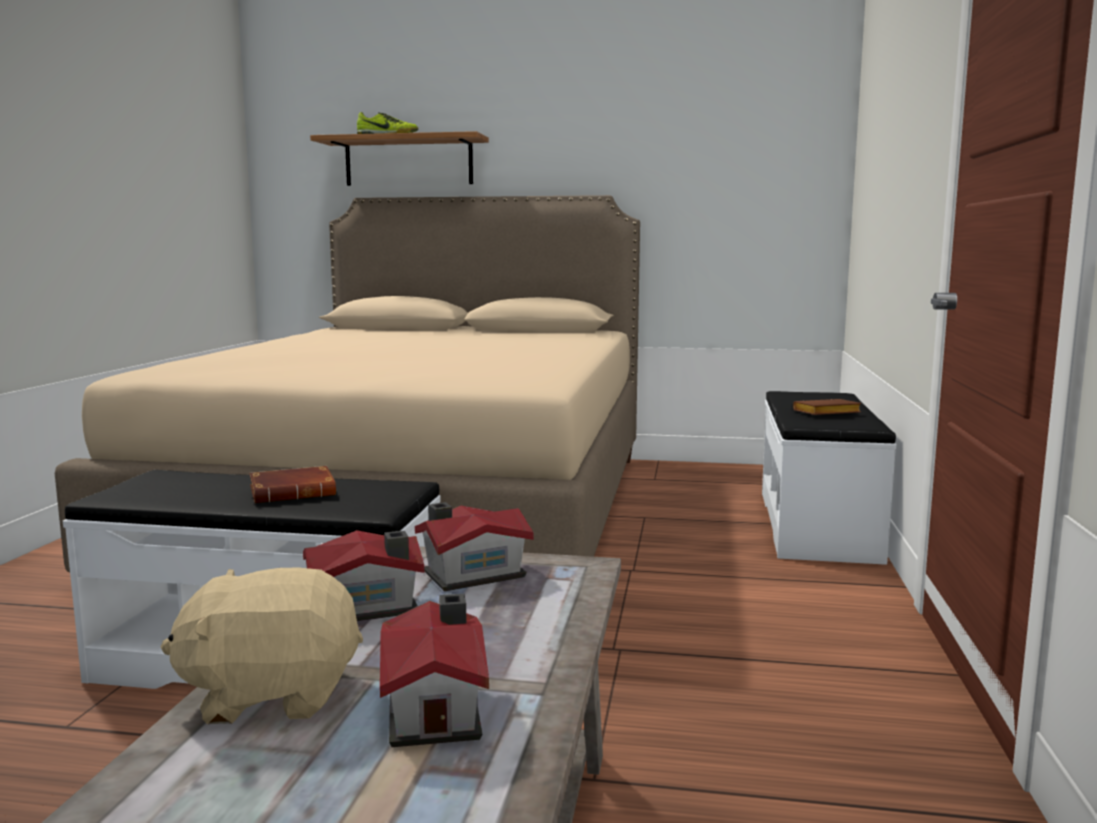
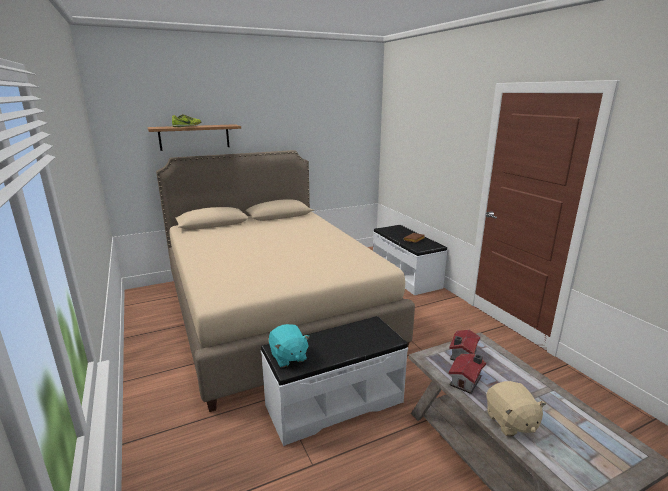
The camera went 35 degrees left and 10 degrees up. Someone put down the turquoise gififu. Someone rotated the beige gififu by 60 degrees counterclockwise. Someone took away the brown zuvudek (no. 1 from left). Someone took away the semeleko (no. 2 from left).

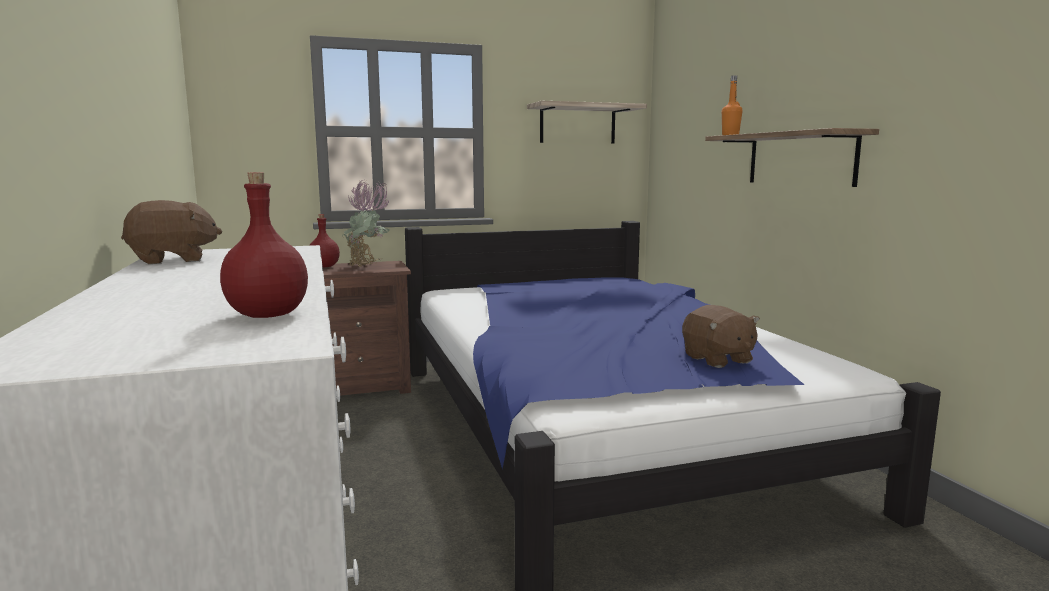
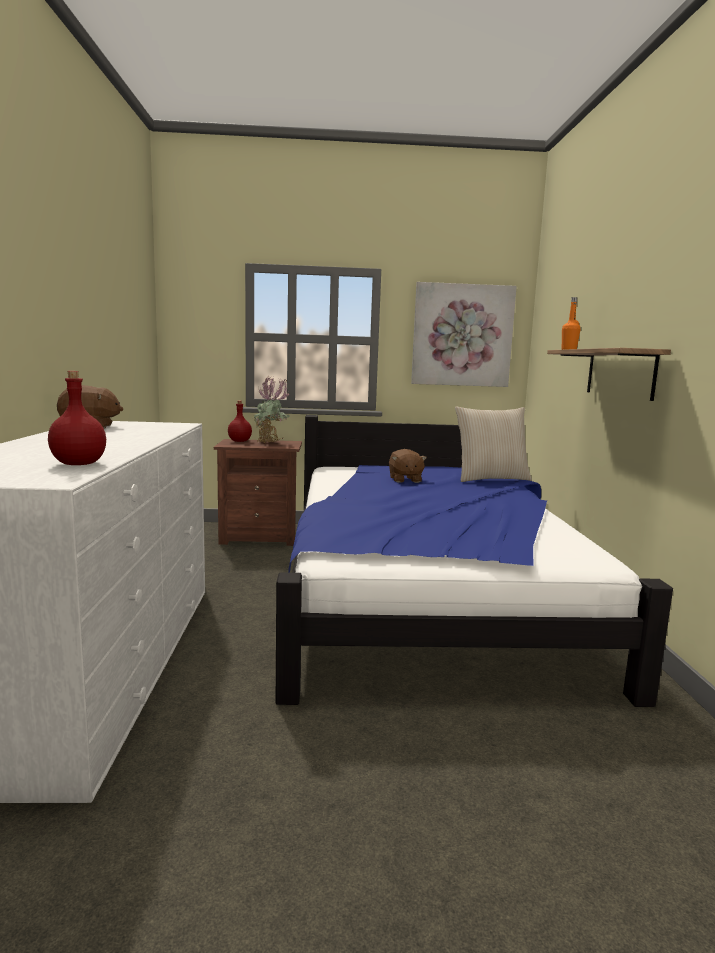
The camera went 15 degrees right and 0 degrees up. Someone carried the brown gififu (no. 2 from left). Someone swapped the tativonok (no. 1 from left) for the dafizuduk. Someone put down the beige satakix.

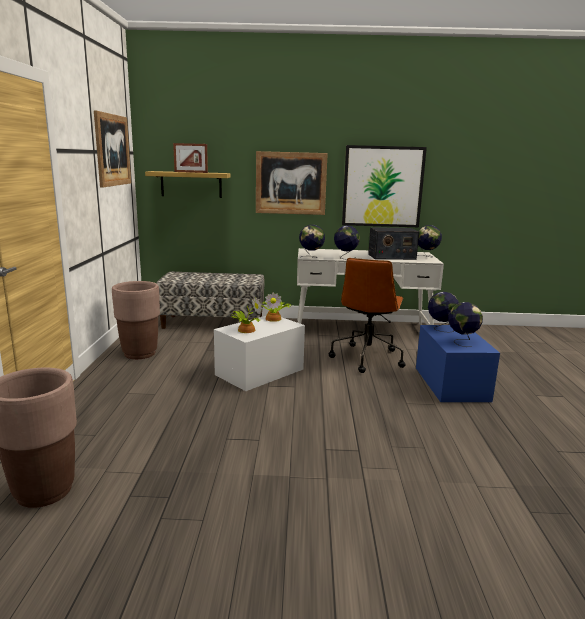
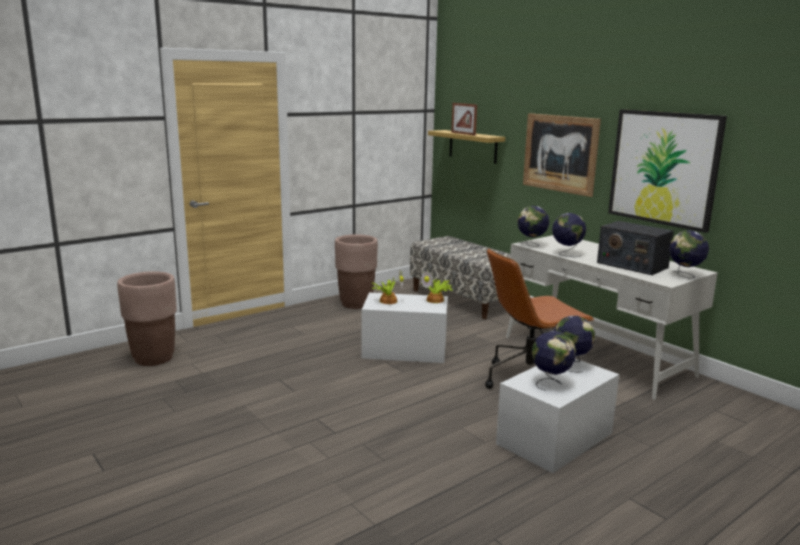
The camera went 50 degrees right and 0 degrees up. Someone repainted the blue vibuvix, which became the white vibuvix (no. 2 from left). Someone took away the dafizuduk (no. 1 from left).

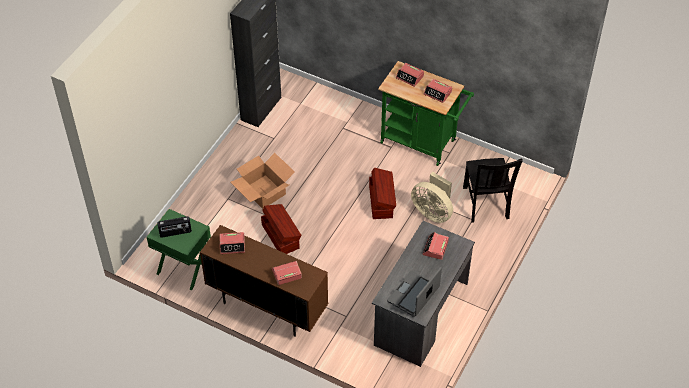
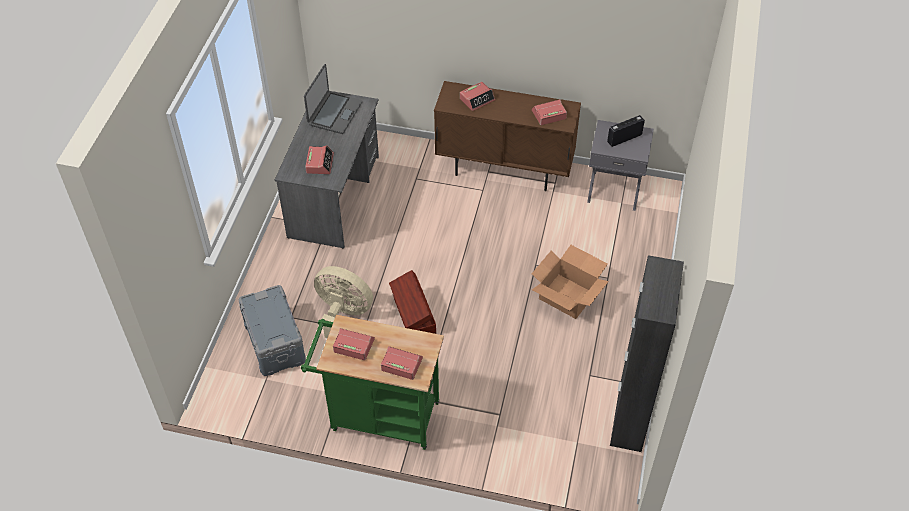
The camera went 165 degrees right and 0 degrees up. Someone swapped the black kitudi for the grey vibuvix. Someone repainted the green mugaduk, which became the grey mugaduk. Someone took away the brown vibuvix (no. 1 from left).

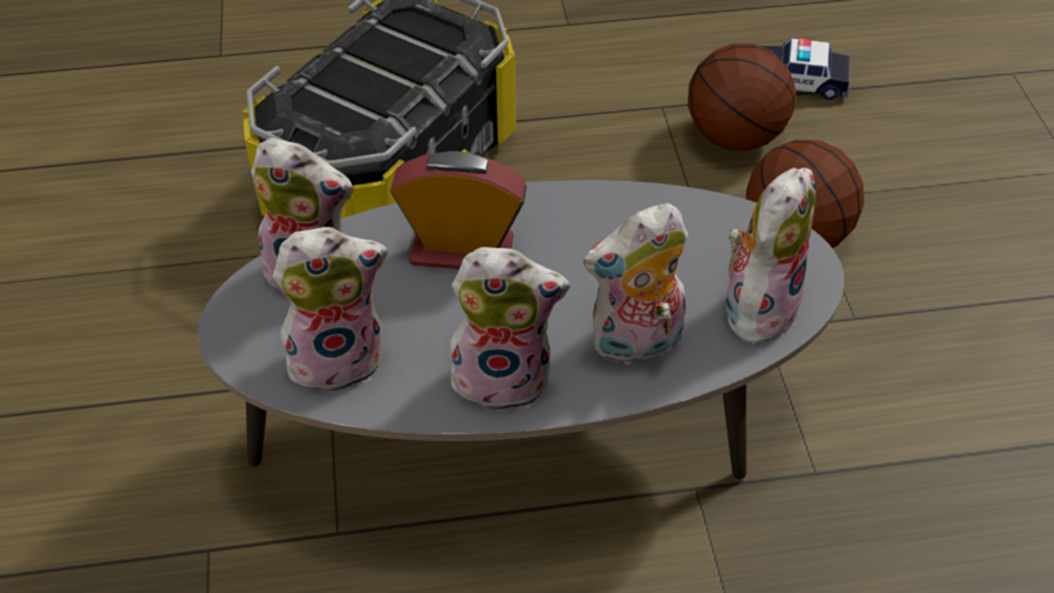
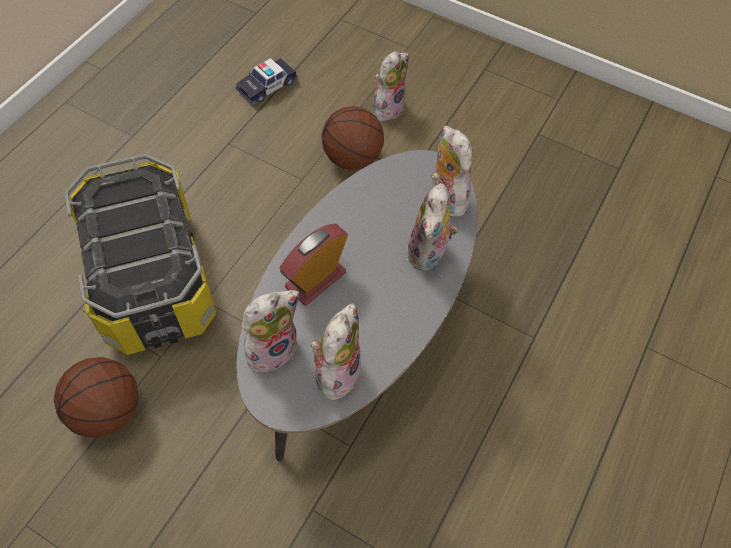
The camera went 55 degrees left and 10 degrees up. Someone carried the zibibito (no. 1 from left). Someone carried the gififu (no. 3 from left).

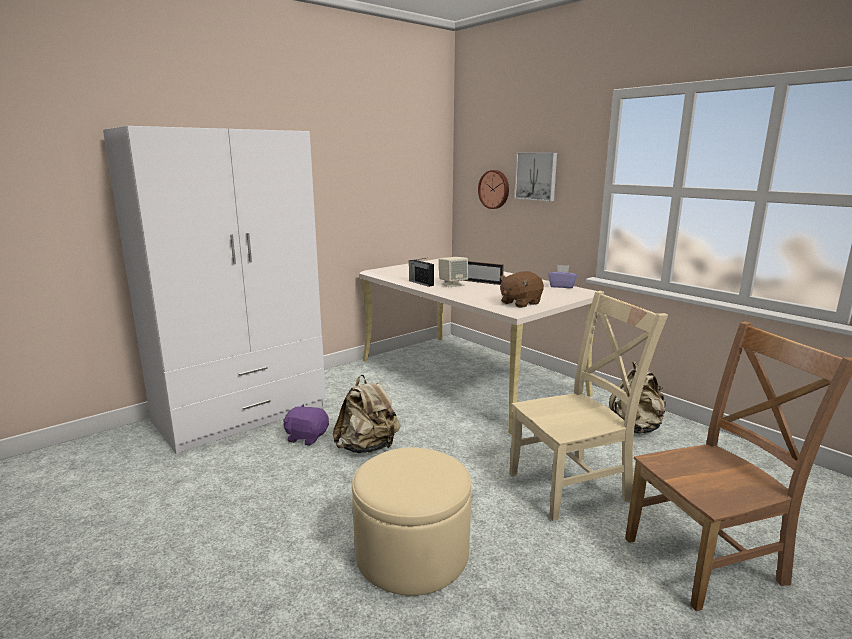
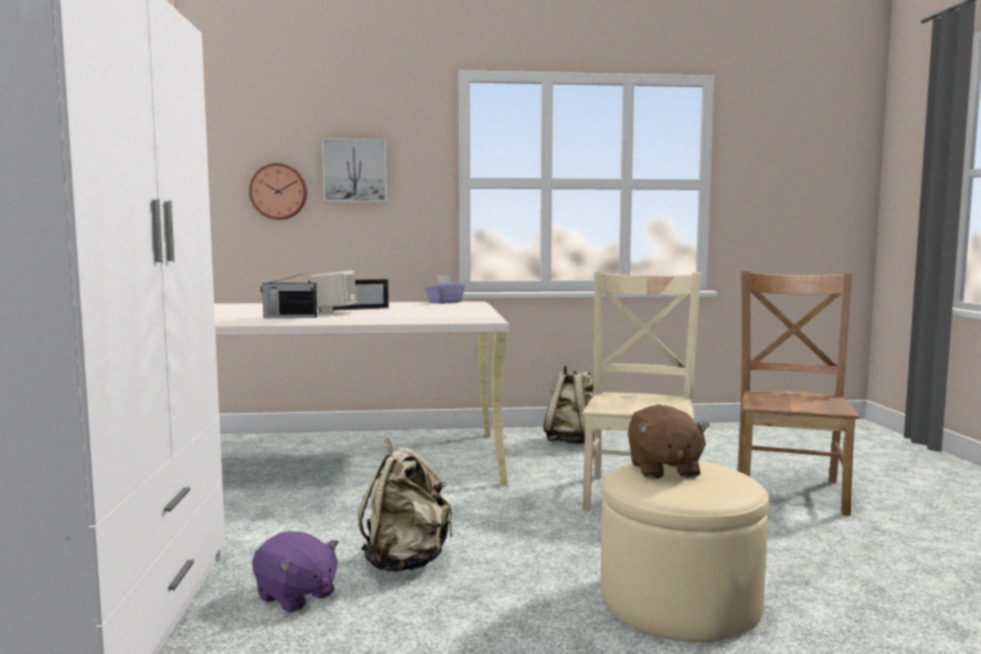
The camera went 55 degrees left and 10 degrees down. Someone rotated the purple gififu by 105 degrees counterclockwise. Someone carried the brown gififu.

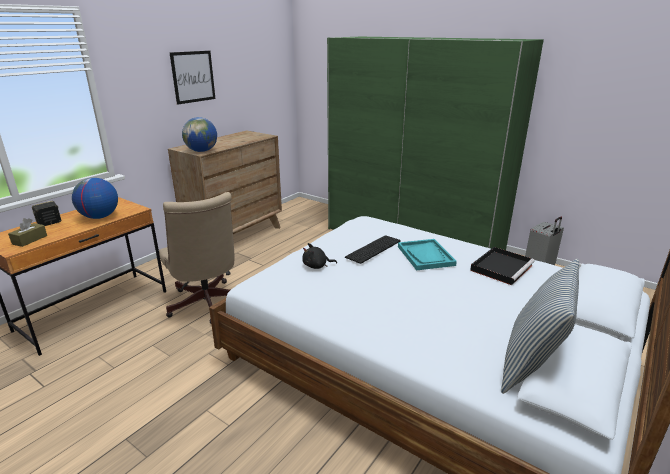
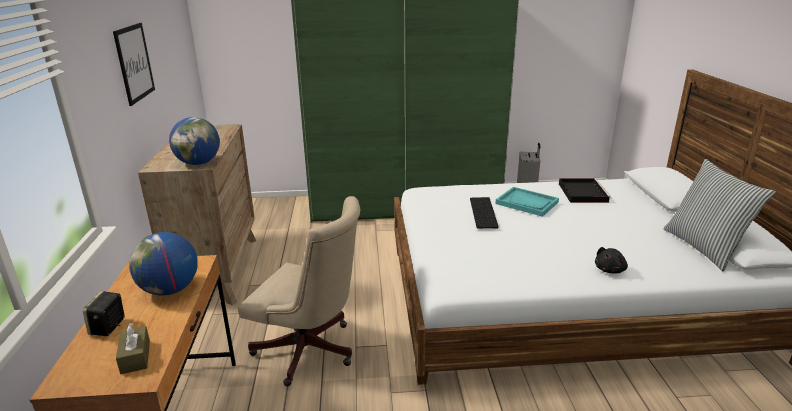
The camera went 40 degrees left and 0 degrees up. Someone carried the black gififu.

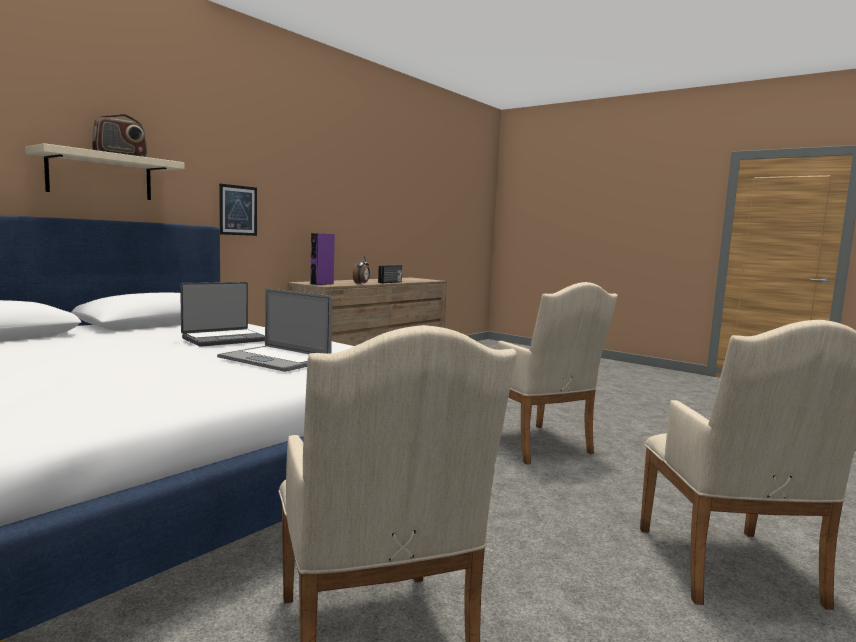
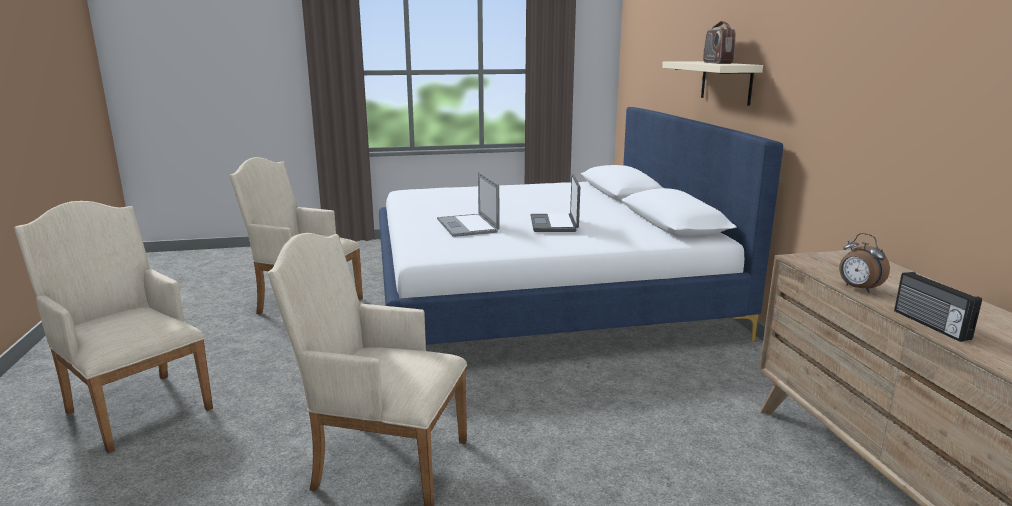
The camera went 130 degrees right and 10 degrees up. Someone rotated the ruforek (no. 2 from left in the first image) by 90 degrees counterclockwise. Someone took away the dafizuduk. Someone took away the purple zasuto.

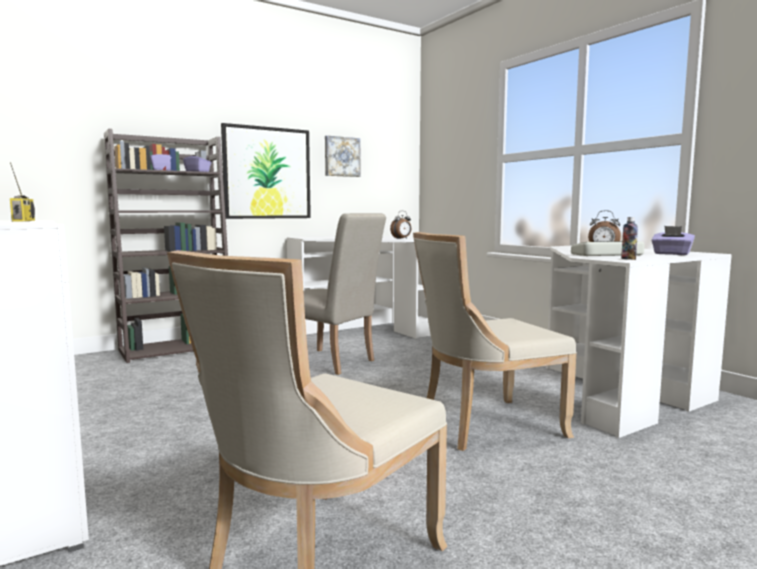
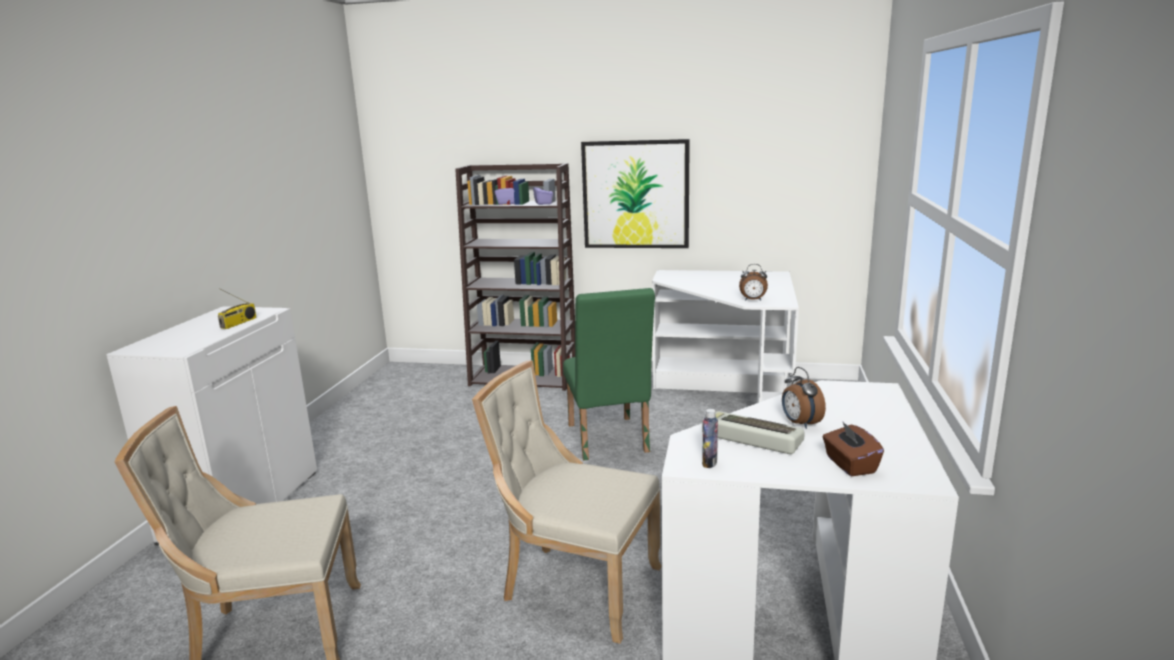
The camera went 45 degrees right and 10 degrees up. Someone repainted the beige kitudi (no. 2 from left), which became the green kitudi. Someone repainted the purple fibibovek (no. 3 from left), which became the brown fibibovek. Someone took away the dafizuduk (no. 2 from left).

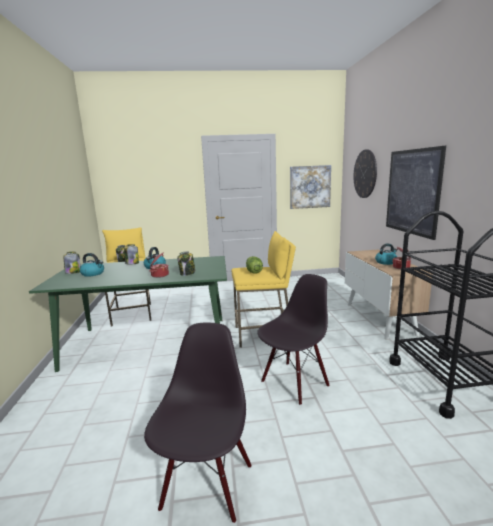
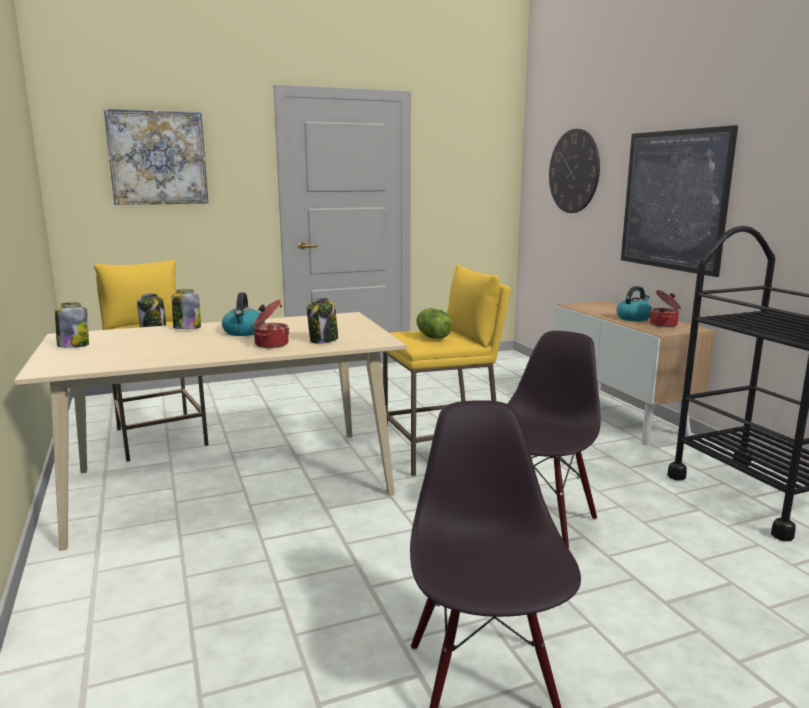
The camera went 15 degrees left and 0 degrees up. Someone repainted the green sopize, which became the beige sopize. Someone carried the dafizuduk (no. 1 from left). Someone took away the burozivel (no. 1 from left).

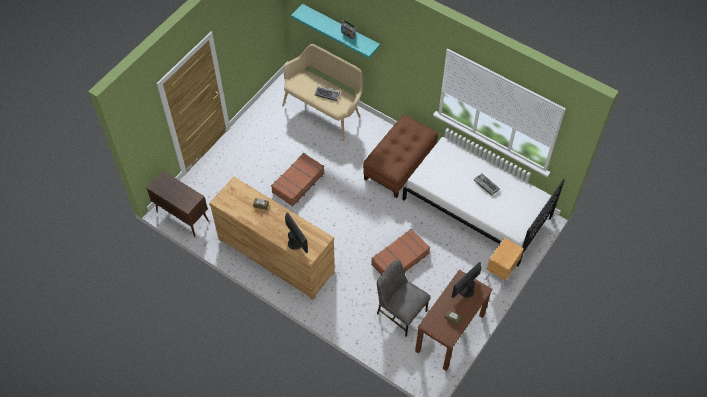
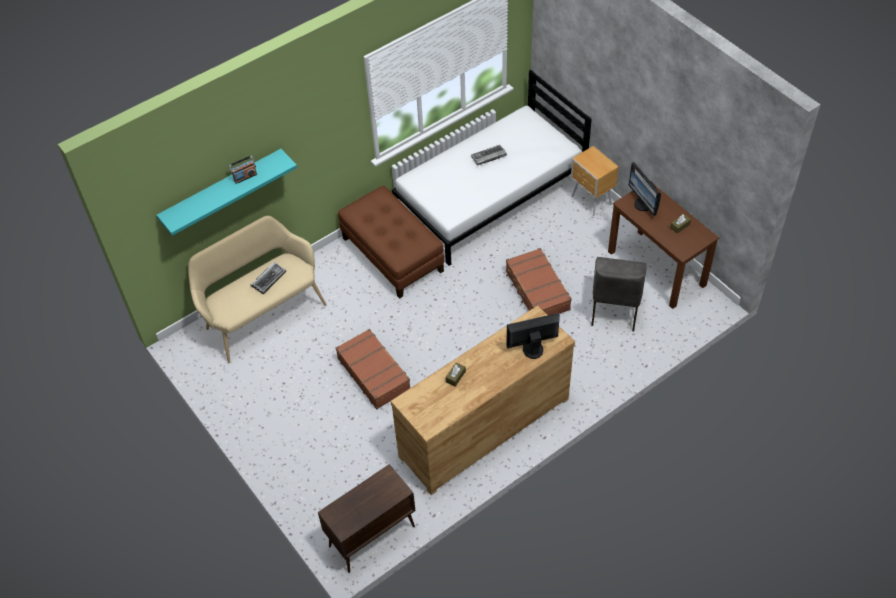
The camera went 70 degrees left and 5 degrees down. Someone rotated the grey kitudi by 45 degrees counterclockwise.

